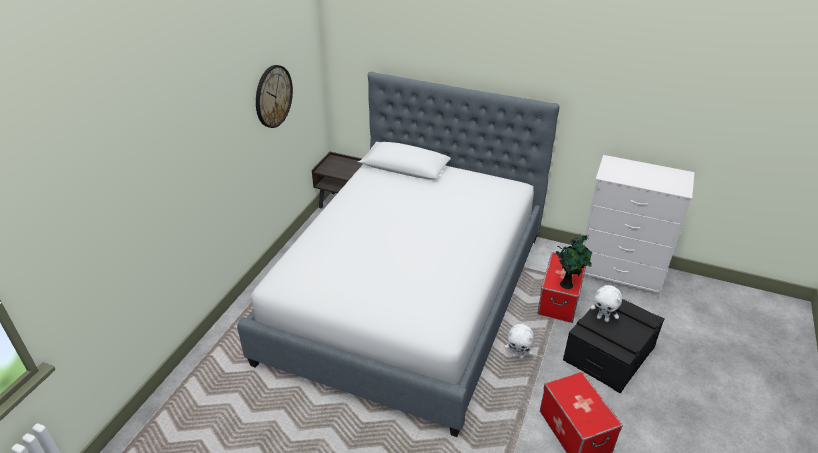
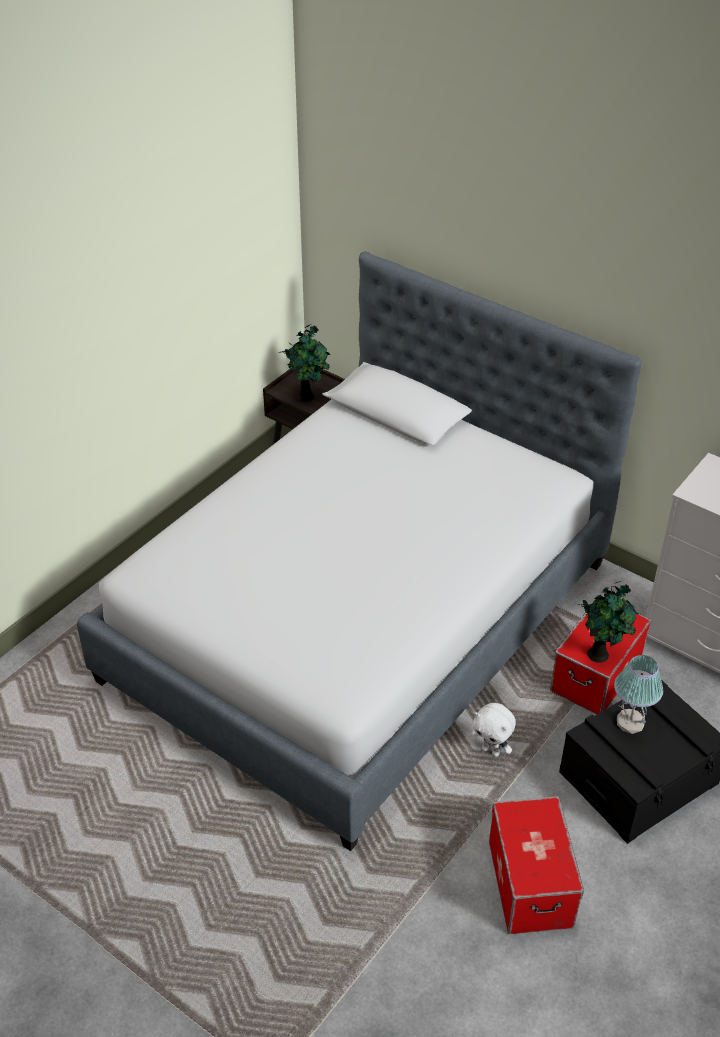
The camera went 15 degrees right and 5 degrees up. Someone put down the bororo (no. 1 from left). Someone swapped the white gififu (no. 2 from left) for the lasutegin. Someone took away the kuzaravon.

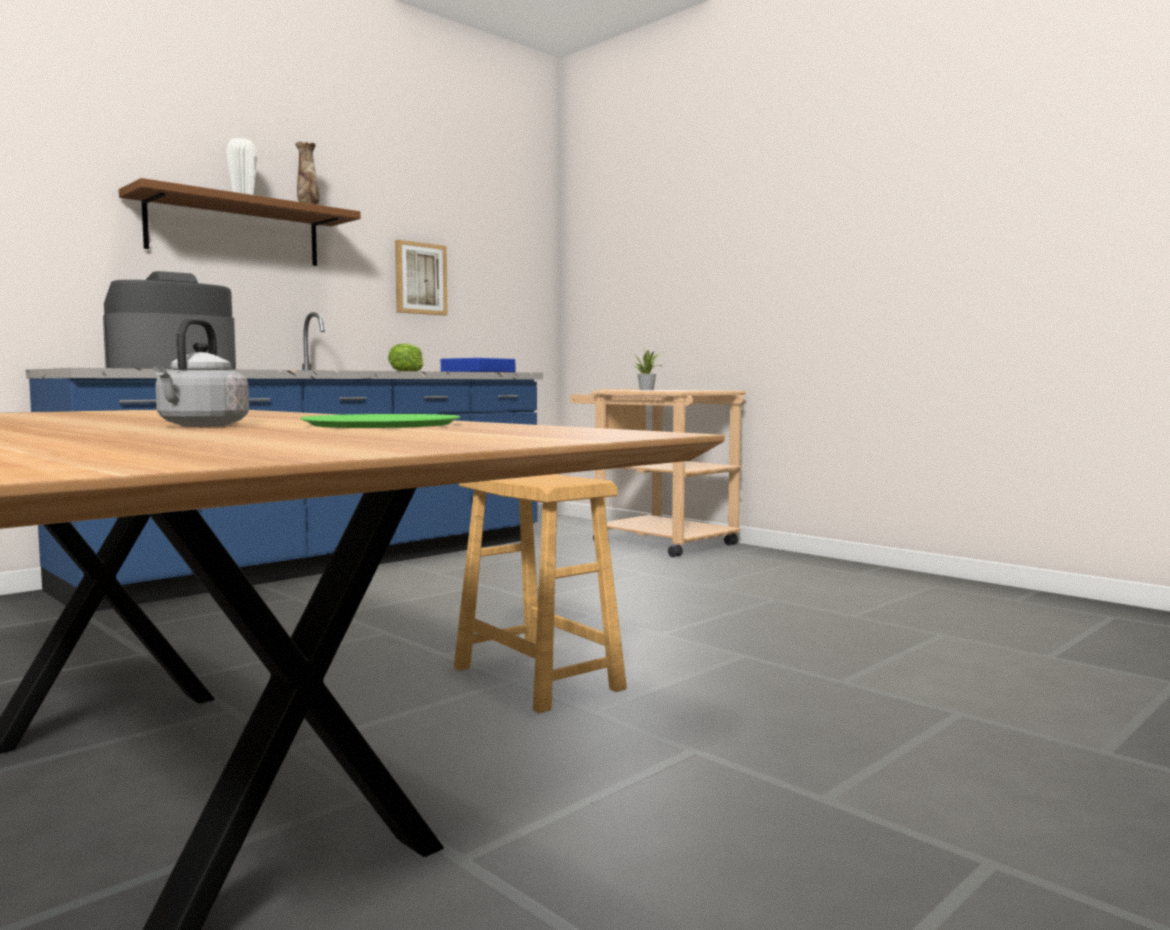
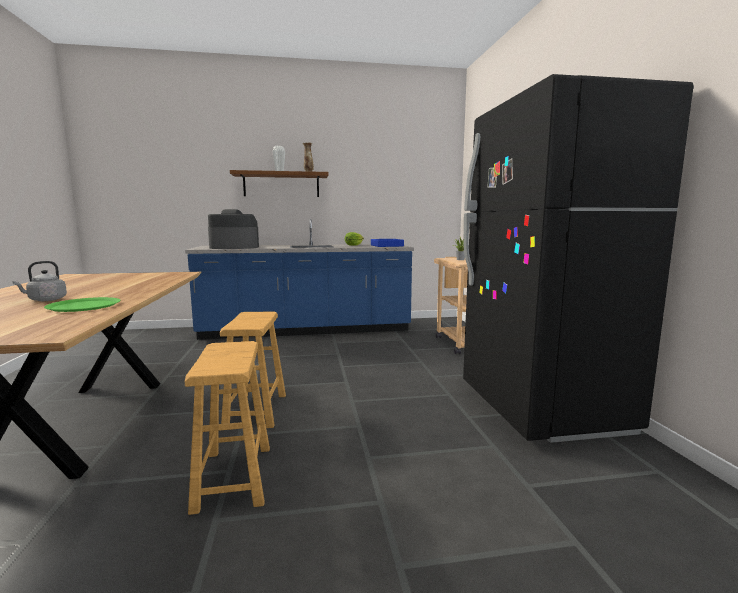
The camera went 35 degrees right and 5 degrees up. Someone put down the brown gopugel (no. 1 from left). Someone put down the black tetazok. Someone took away the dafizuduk.

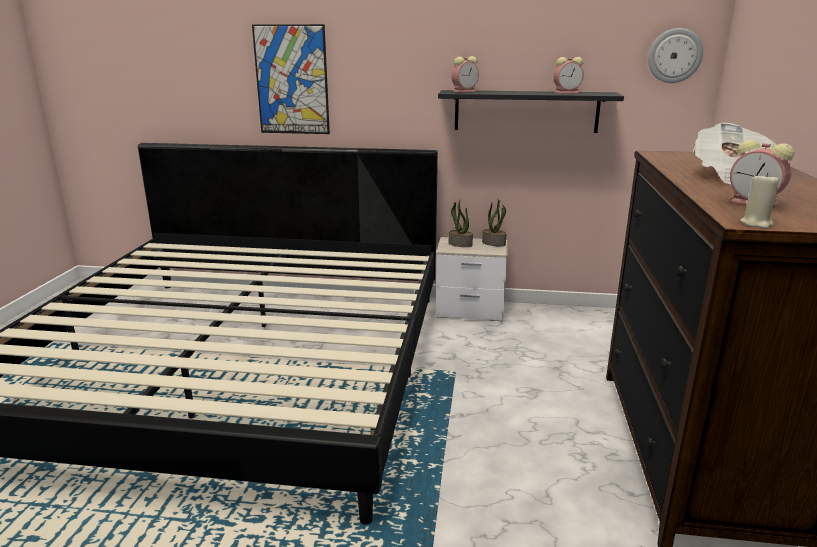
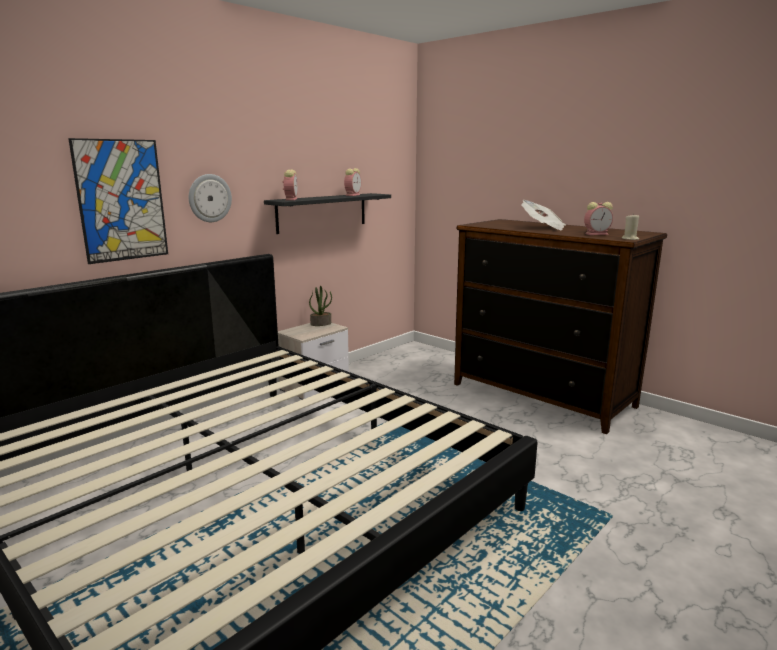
The camera went 55 degrees left and 5 degrees down. Someone carried the kuzaravon. Someone took away the bororo (no. 1 from left).

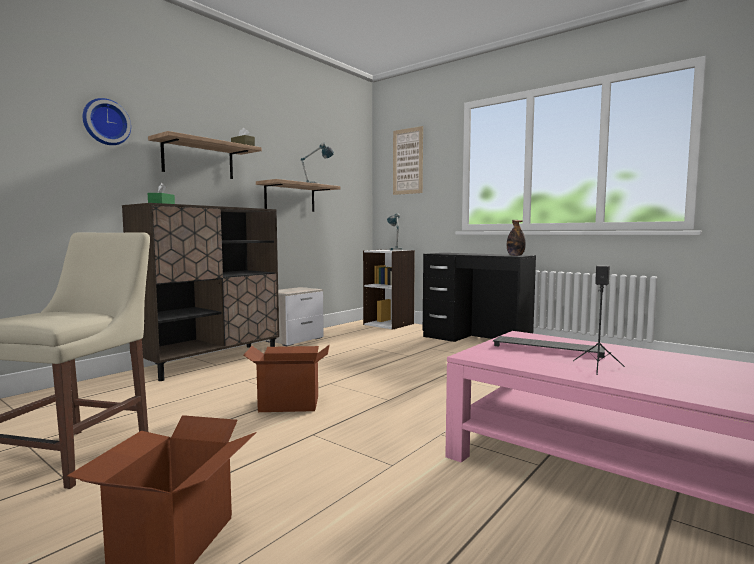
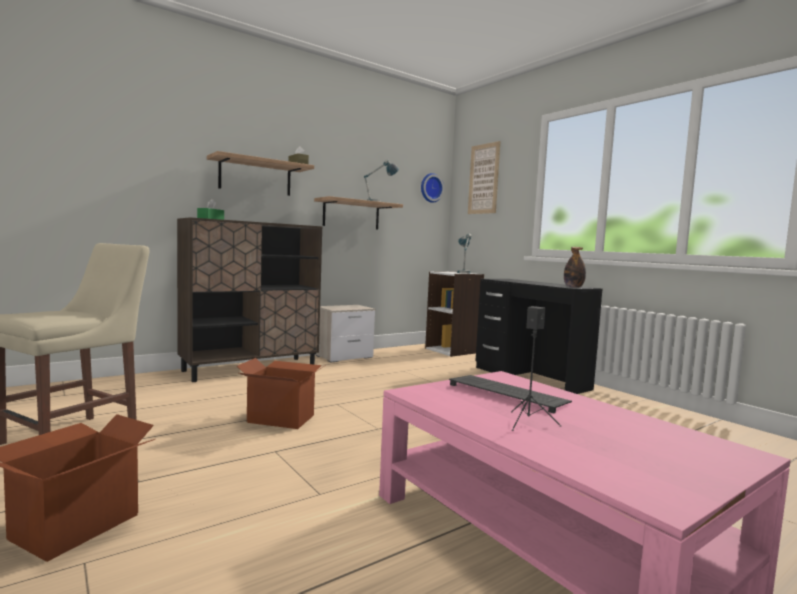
The camera went 15 degrees right and 0 degrees up. Someone carried the kuzaravon.

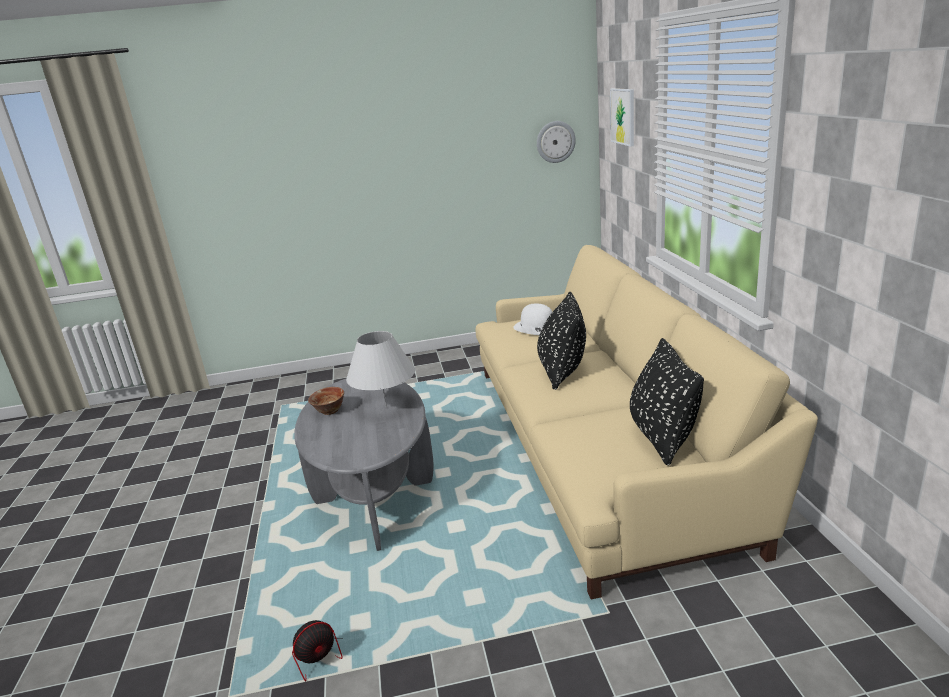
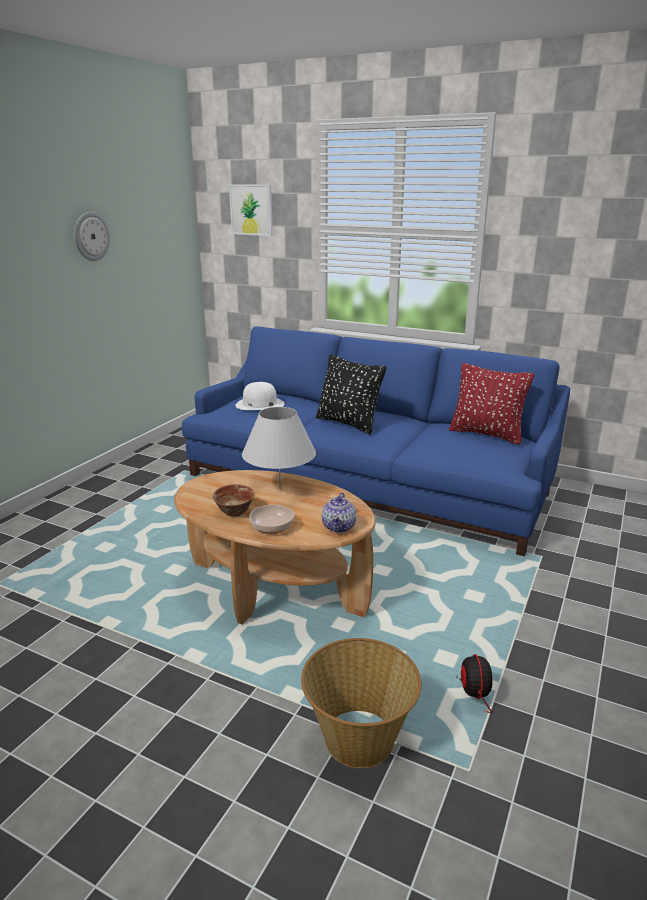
The camera went 55 degrees left and 0 degrees up. Someone carried the kuzaravon. Someone repainted the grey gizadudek, which became the brown gizadudek. Someone repainted the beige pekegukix, which became the blue pekegukix. Someone put down the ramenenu (no. 2 from left). Someone put down the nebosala. Someone put down the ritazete. Someone repainted the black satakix (no. 2 from left), which became the red satakix.

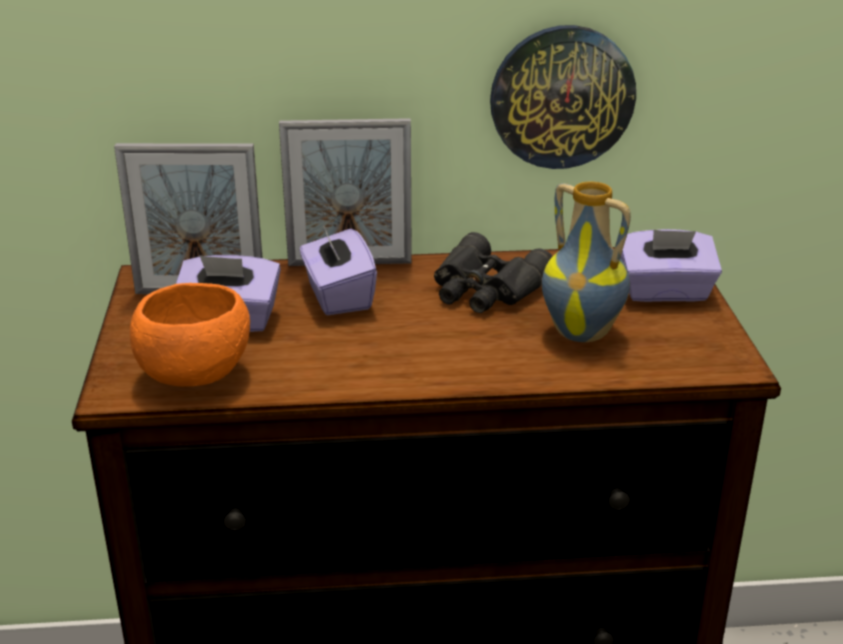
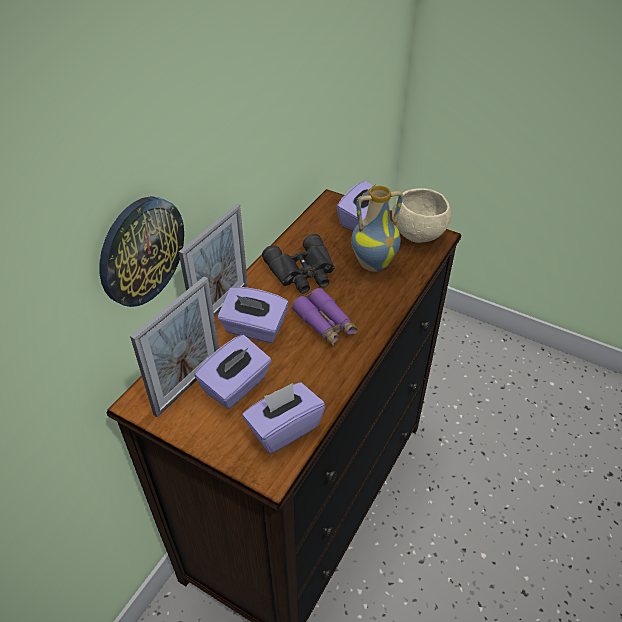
The camera went 55 degrees left and 15 degrees up. Someone carried the kuzaravon. Someone swapped the orange ramenenu for the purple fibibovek (no. 3 from left). Someone put down the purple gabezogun. Someone put down the beige ramenenu.

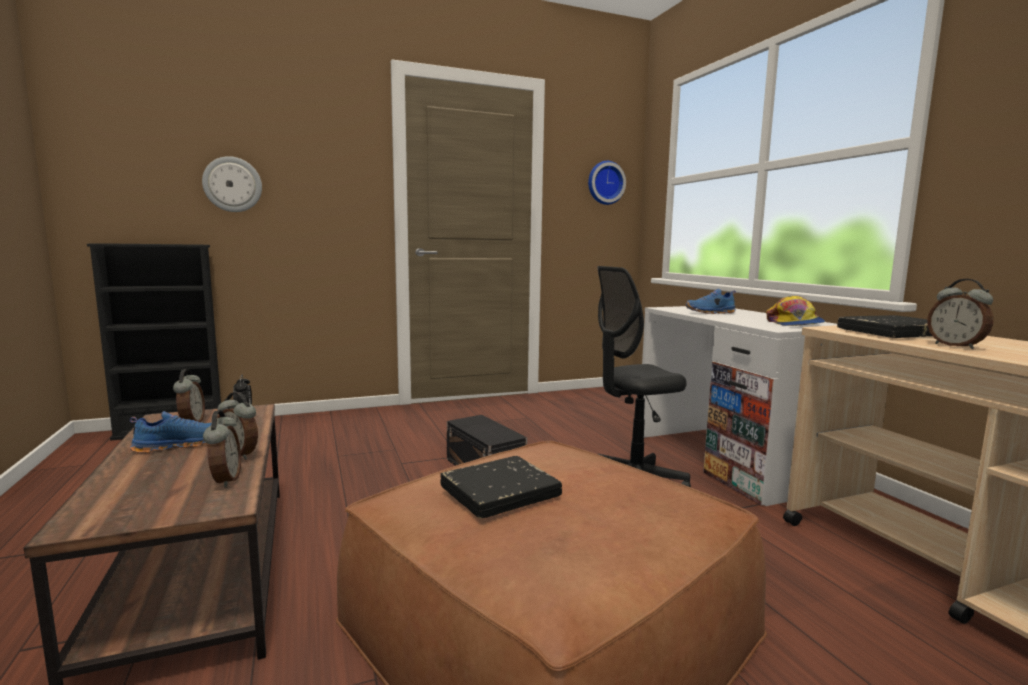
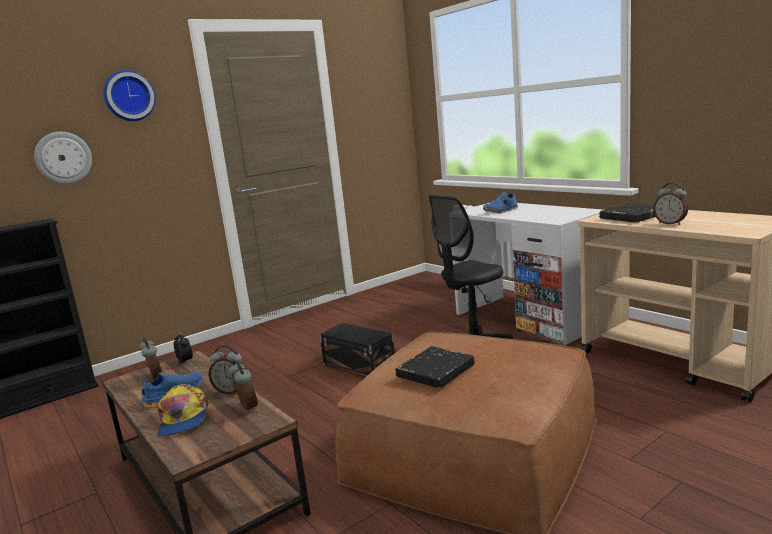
The camera went 15 degrees left and 5 degrees up. Someone carried the kuzaravon (no. 2 from left). Someone carried the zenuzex.

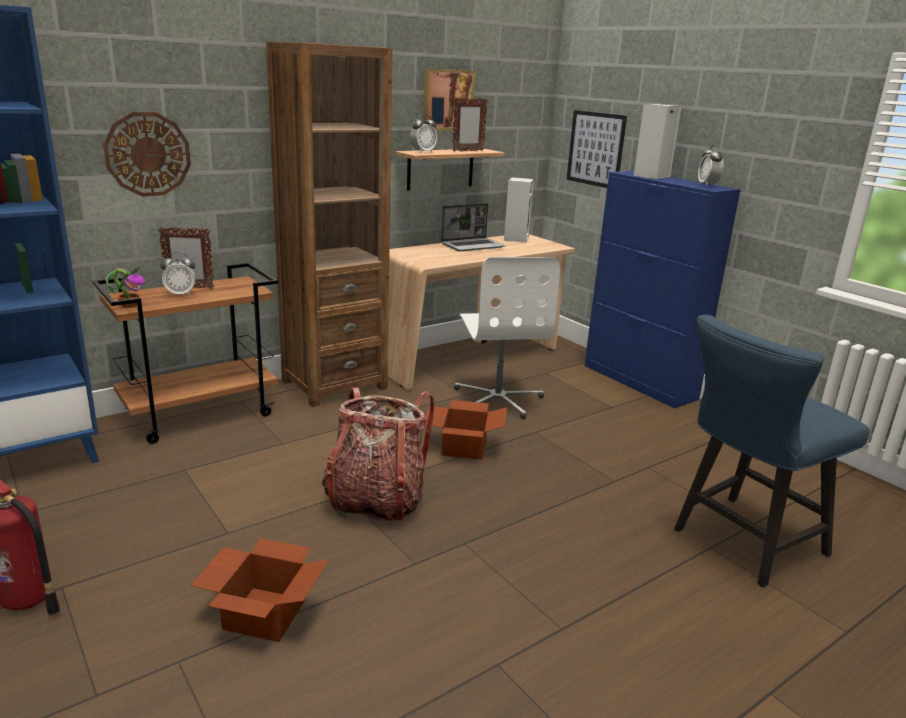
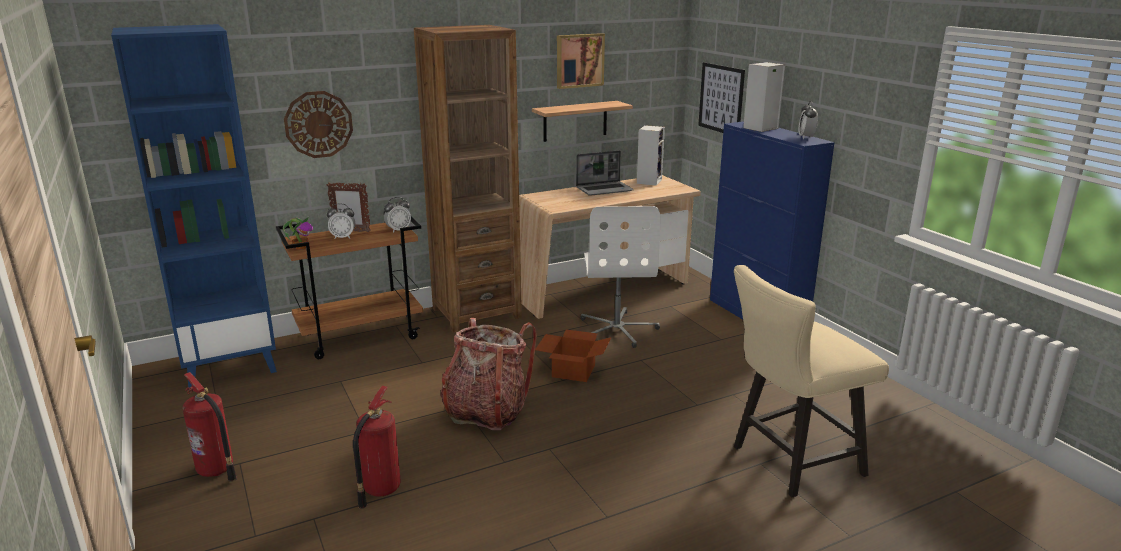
The camera went 10 degrees right and 0 degrees up. Someone swapped the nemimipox (no. 1 from left) for the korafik (no. 2 from left). Someone carried the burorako (no. 2 from left). Someone repainted the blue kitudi, which became the beige kitudi. Someone took away the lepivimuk (no. 2 from left).

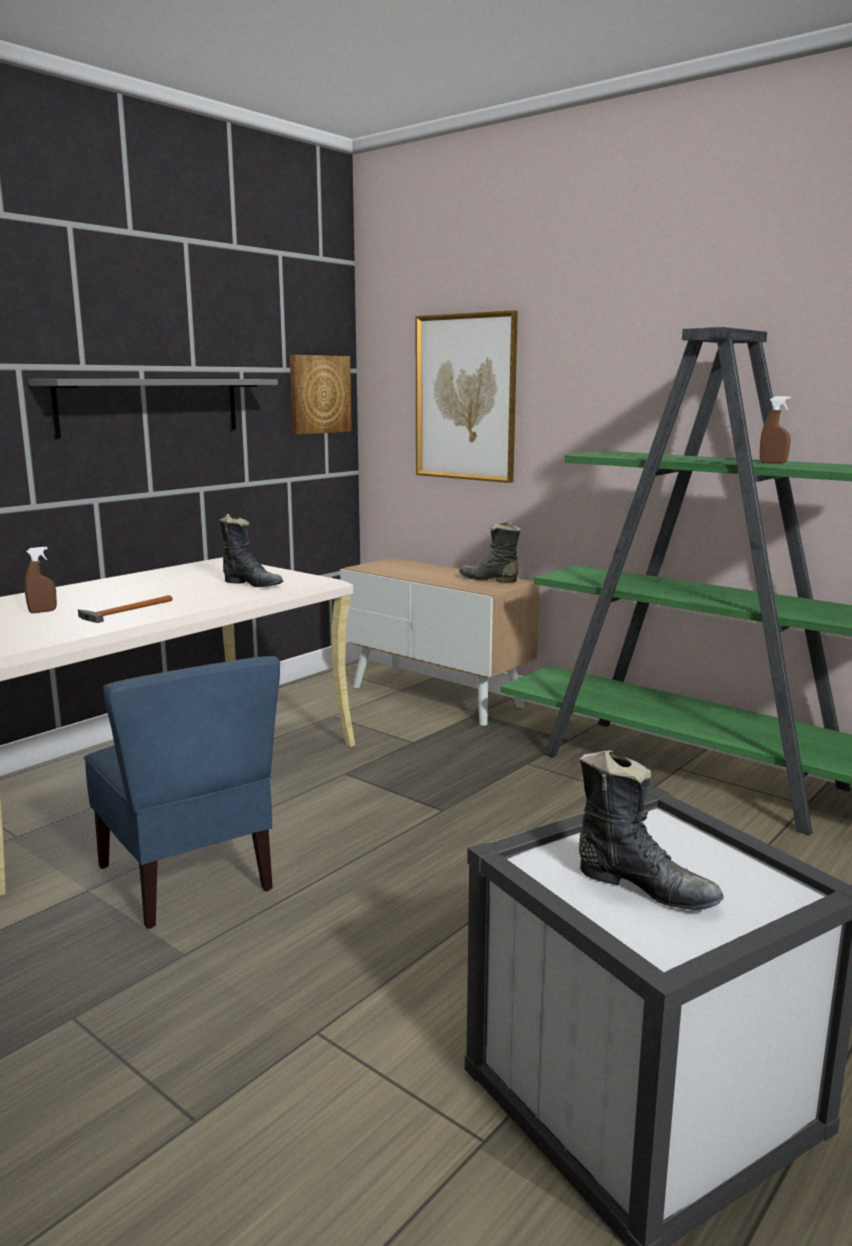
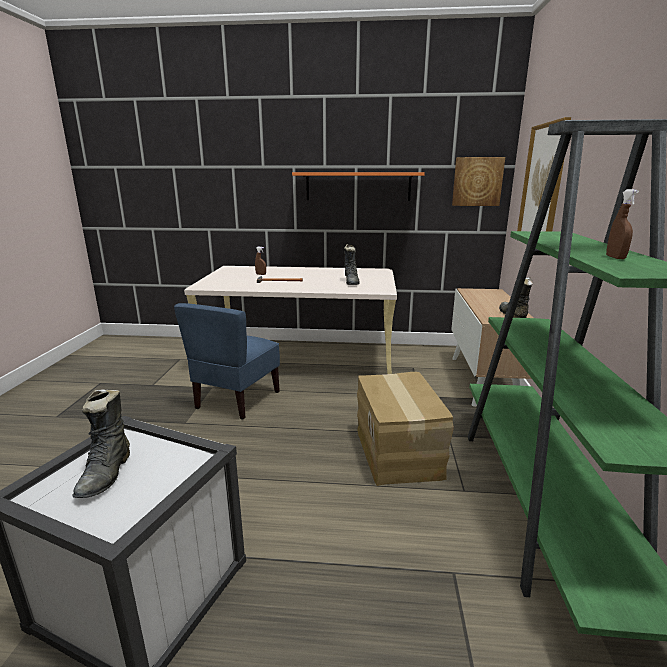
The camera went 55 degrees right and 5 degrees up. Someone repainted the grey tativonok, which became the orange tativonok. Someone put down the nemimipox.

